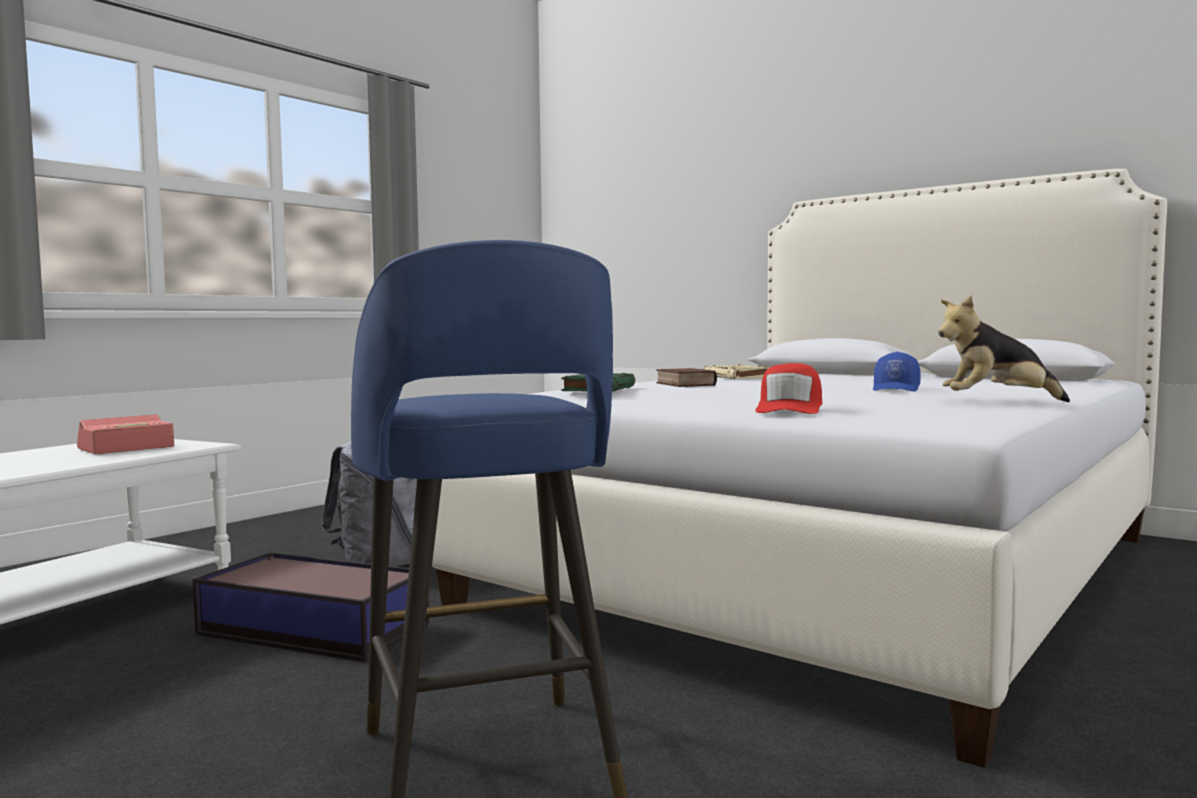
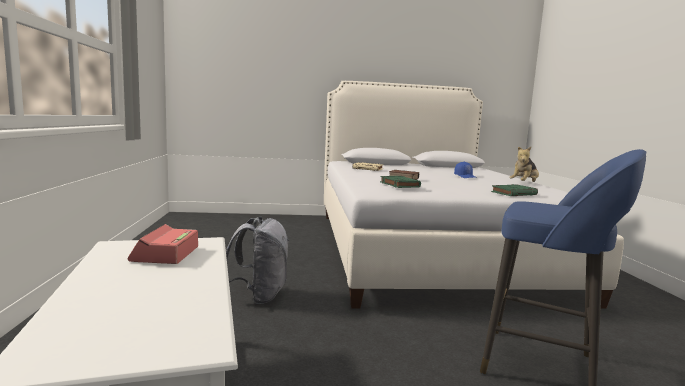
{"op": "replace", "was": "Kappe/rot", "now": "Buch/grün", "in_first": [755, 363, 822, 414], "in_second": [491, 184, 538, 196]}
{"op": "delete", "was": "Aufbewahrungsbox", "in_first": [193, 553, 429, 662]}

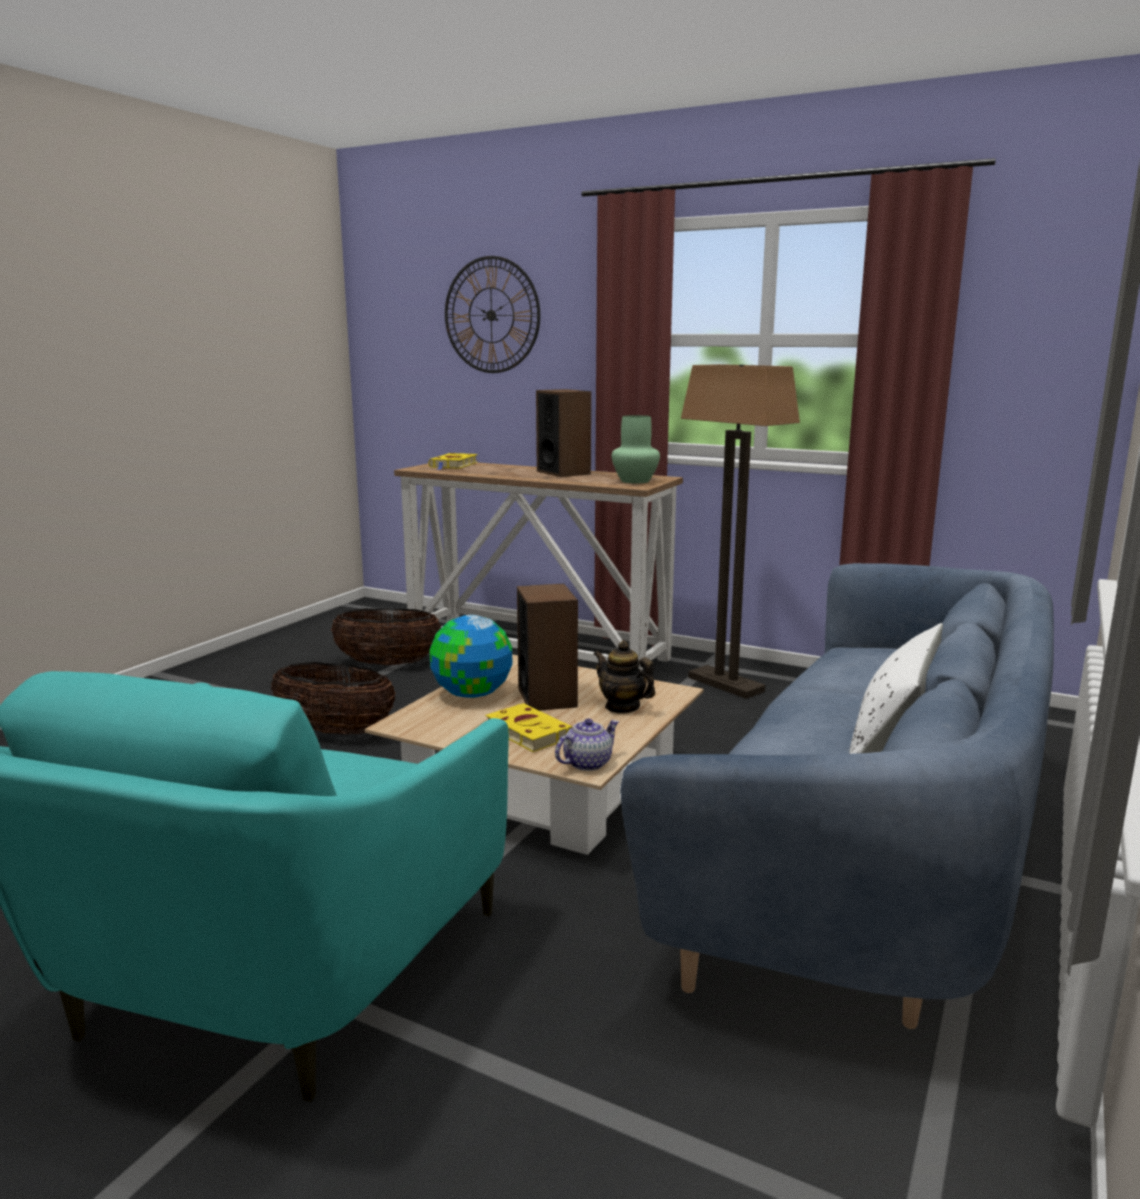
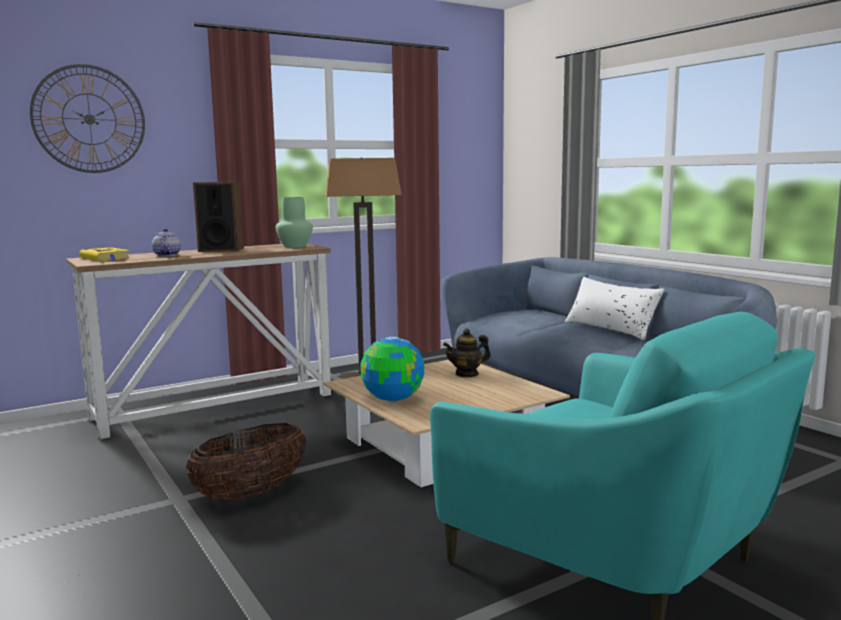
{"op": "delete", "was": "Lautsprecher", "in_first": [517, 584, 578, 711]}
{"op": "delete", "was": "Korb", "in_first": [331, 609, 441, 665]}
{"op": "delete", "was": "Buch/gelb", "in_first": [485, 703, 573, 752]}
{"op": "move", "was": "Teekanne", "in_first": [555, 718, 619, 771], "in_second": [152, 229, 181, 256]}

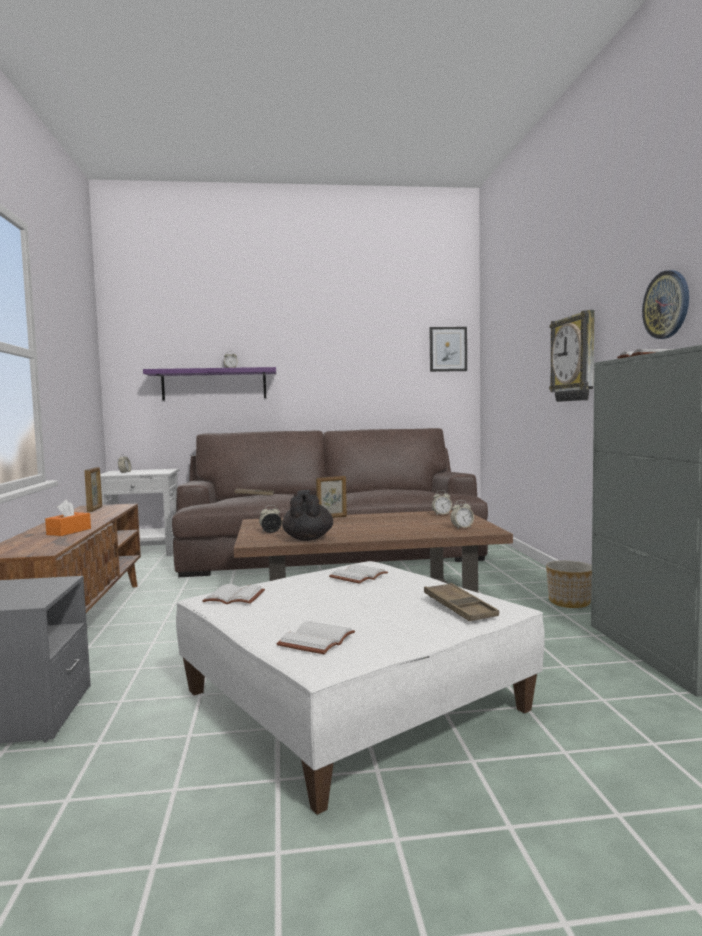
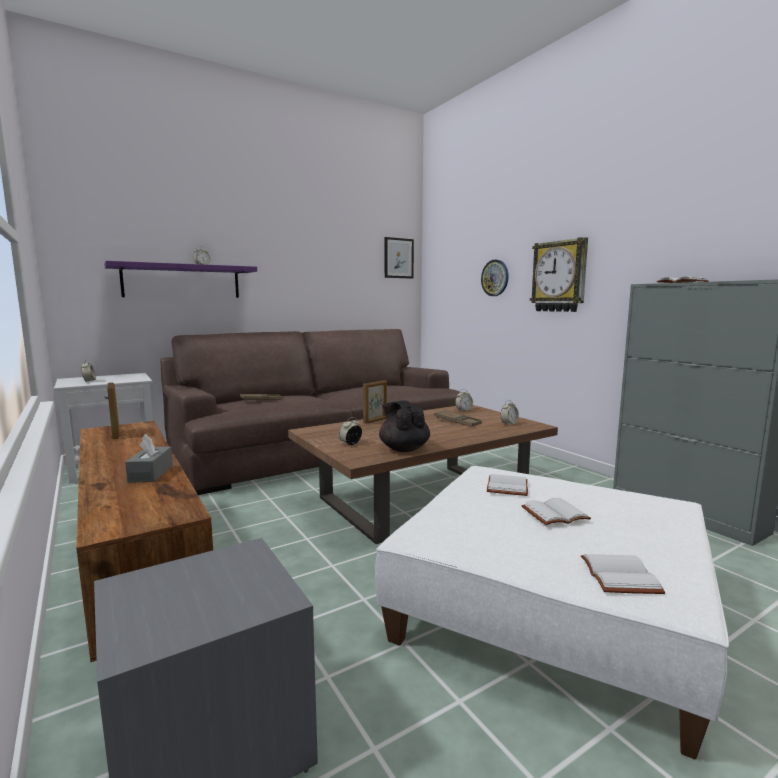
{"op": "move", "was": "Wanduhr", "in_first": [642, 270, 689, 339], "in_second": [481, 260, 509, 296]}
{"op": "recolor", "was": "Taschentuchbox/orange", "now": "Taschentuchbox/grau", "in_first": [45, 500, 91, 536], "in_second": [125, 434, 173, 483]}
{"op": "delete", "was": "Pflanzkübel", "in_first": [546, 561, 592, 608]}
{"op": "move", "was": "Tablett/braun", "in_first": [424, 583, 499, 622], "in_second": [434, 410, 482, 427]}
{"op": "move", "was": "Buch/weiß", "in_first": [202, 584, 265, 604], "in_second": [522, 498, 591, 525]}

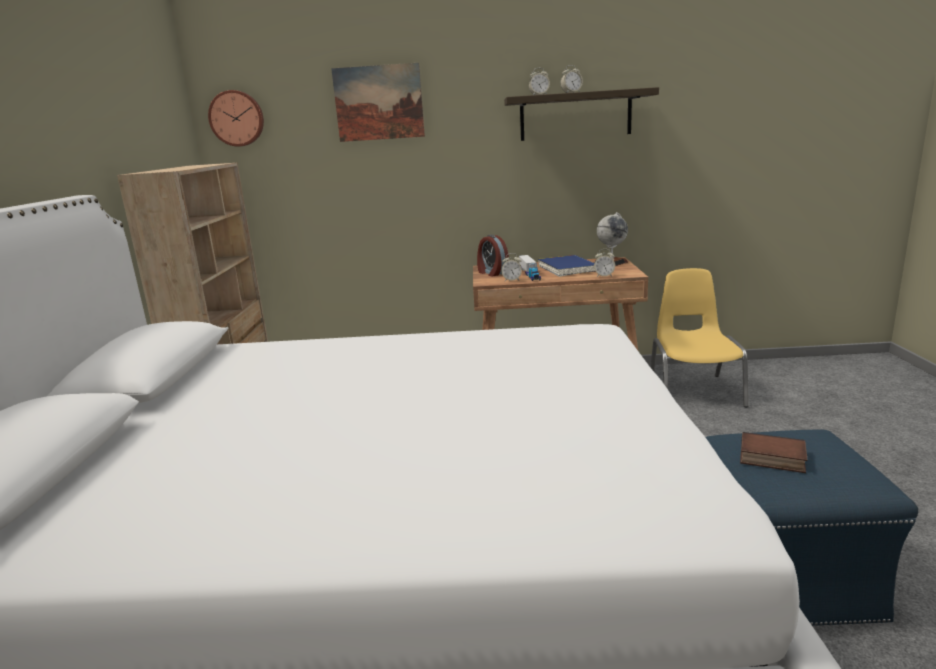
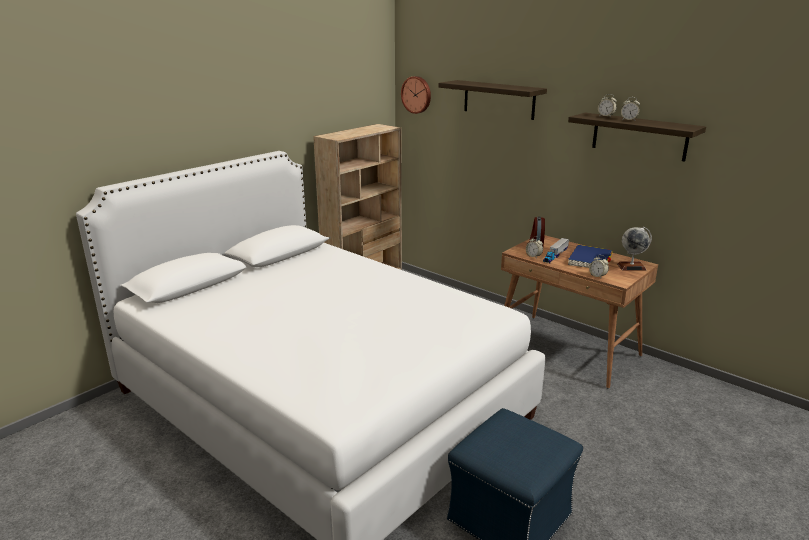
{"op": "replace", "was": "Bild", "now": "Wandregal", "in_first": [331, 63, 425, 142], "in_second": [439, 80, 547, 120]}
{"op": "delete", "was": "Stuhl/gelb", "in_first": [650, 268, 748, 407]}
{"op": "delete", "was": "Buch", "in_first": [740, 432, 808, 473]}

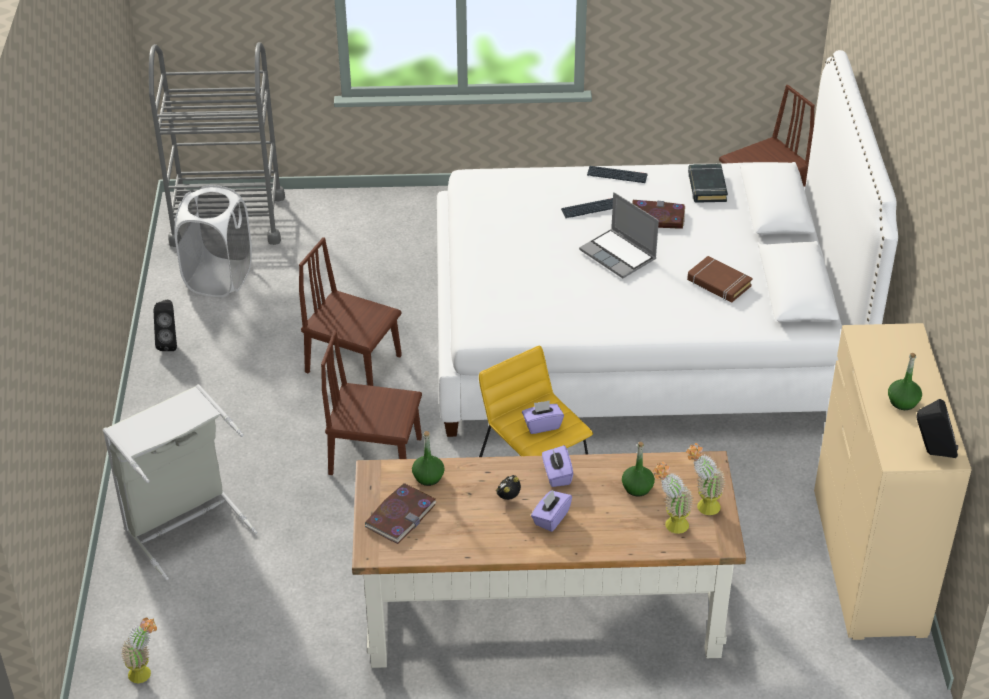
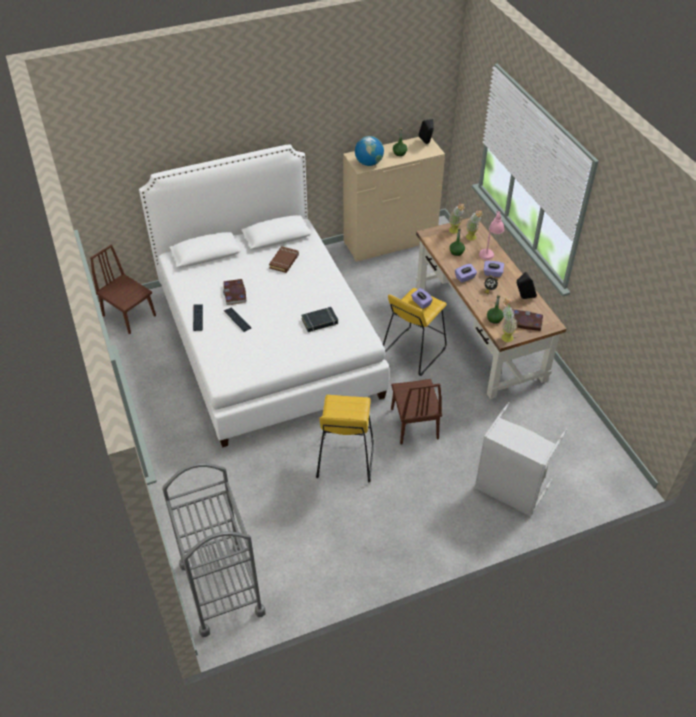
{"op": "move", "was": "Buch/schwarz", "in_first": [688, 164, 728, 203], "in_second": [301, 307, 338, 332]}
{"op": "delete", "was": "Wäschekorb/weiß", "in_first": [174, 185, 252, 297]}
{"op": "delete", "was": "Laptop", "in_first": [579, 192, 659, 278]}
{"op": "replace", "was": "Stuhl/braun", "now": "Hocker/gelb", "in_first": [299, 237, 402, 386], "in_second": [316, 395, 374, 482]}
{"op": "move", "was": "Lautsprecher/schwarz", "in_first": [154, 300, 177, 351], "in_second": [517, 272, 537, 299]}
{"op": "move", "was": "Topfpflanze", "in_first": [121, 618, 157, 683], "in_second": [501, 298, 517, 342]}
{"op": "insert", "now": "Globus", "in_second": [355, 136, 384, 166]}
{"op": "insert", "now": "Tischlampe/rosa", "in_second": [479, 211, 504, 260]}

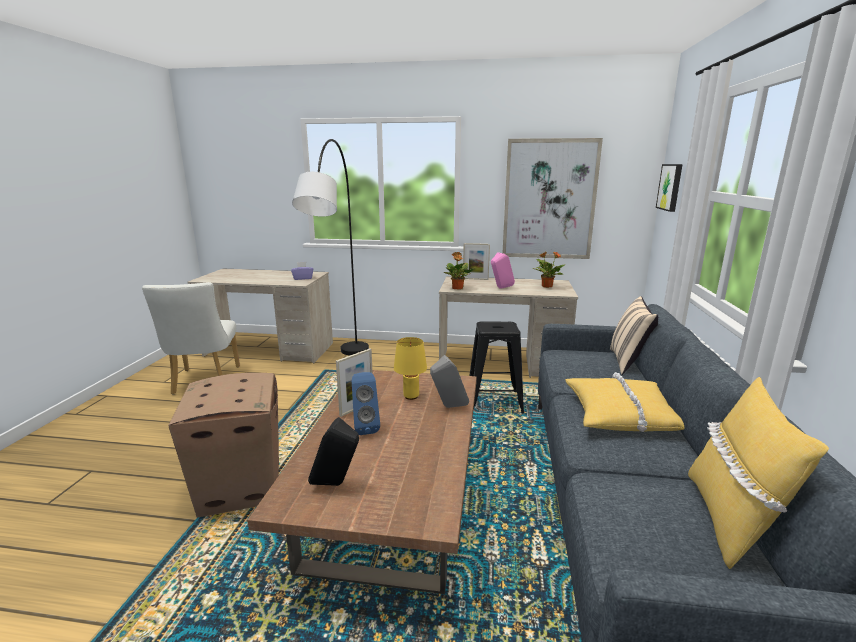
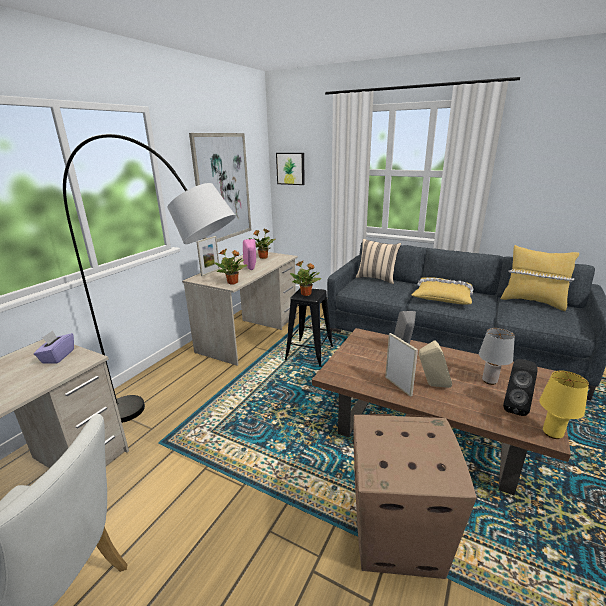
{"op": "move", "was": "Tischlampe/gelb", "in_first": [394, 337, 427, 400], "in_second": [539, 371, 589, 439]}
{"op": "recolor", "was": "Lautsprecher/blau", "now": "Lautsprecher/beige", "in_first": [352, 372, 380, 435], "in_second": [419, 340, 452, 388]}
{"op": "insert", "now": "Topfpflanze", "in_second": [290, 261, 321, 296]}
{"op": "insert", "now": "Tischlampe/grau", "in_second": [479, 328, 515, 385]}

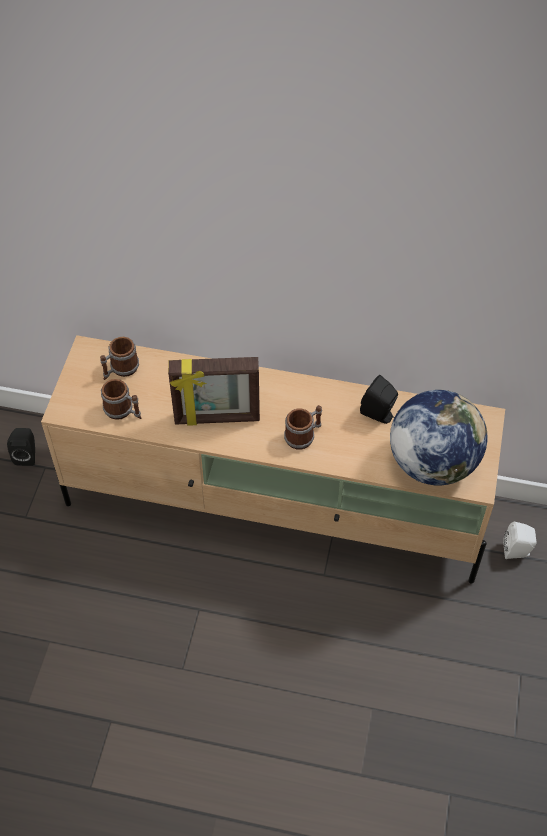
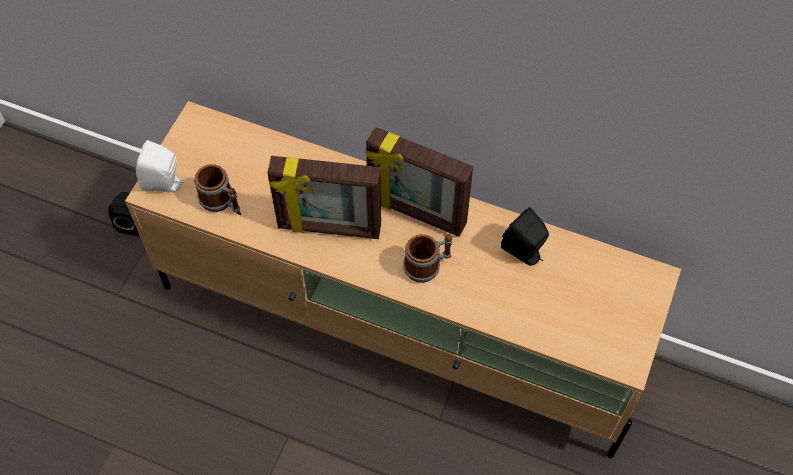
{"op": "delete", "was": "Henkelbecher", "in_first": [100, 337, 139, 380]}
{"op": "delete", "was": "Globus", "in_first": [390, 390, 487, 485]}
{"op": "move", "was": "Lautsprecher/weiß", "in_first": [503, 522, 537, 559], "in_second": [136, 140, 184, 192]}
{"op": "insert", "now": "Bilderrahmen", "in_second": [365, 127, 473, 237]}

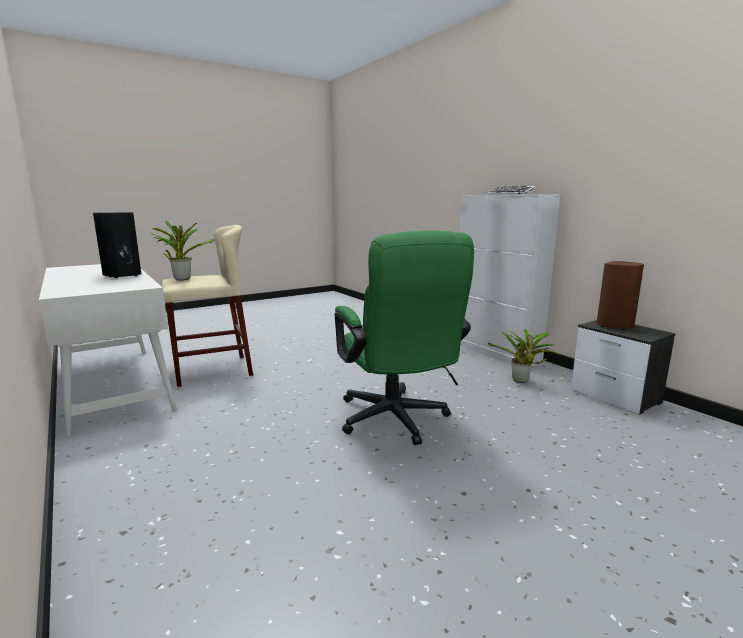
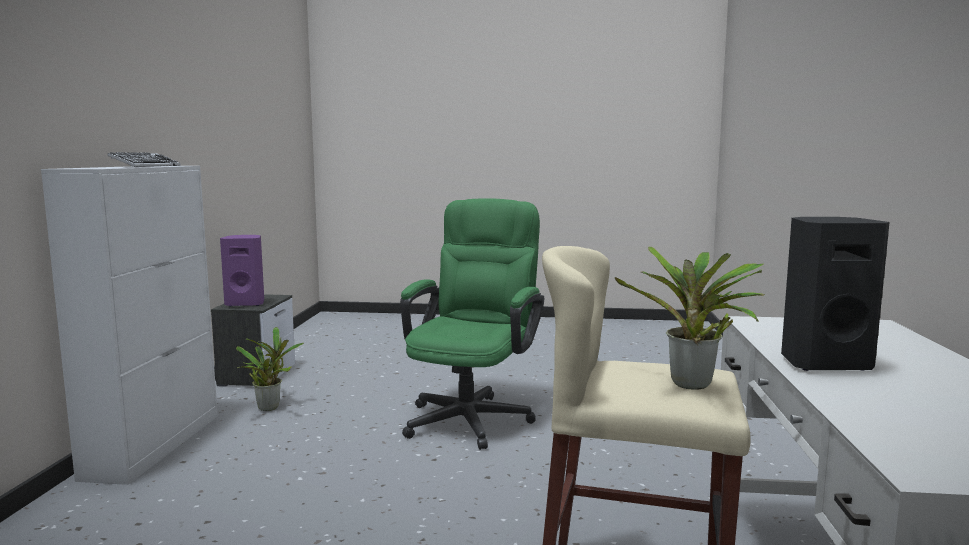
{"op": "recolor", "was": "Lautsprecher/braun", "now": "Lautsprecher/lila", "in_first": [597, 261, 644, 330], "in_second": [220, 235, 264, 307]}

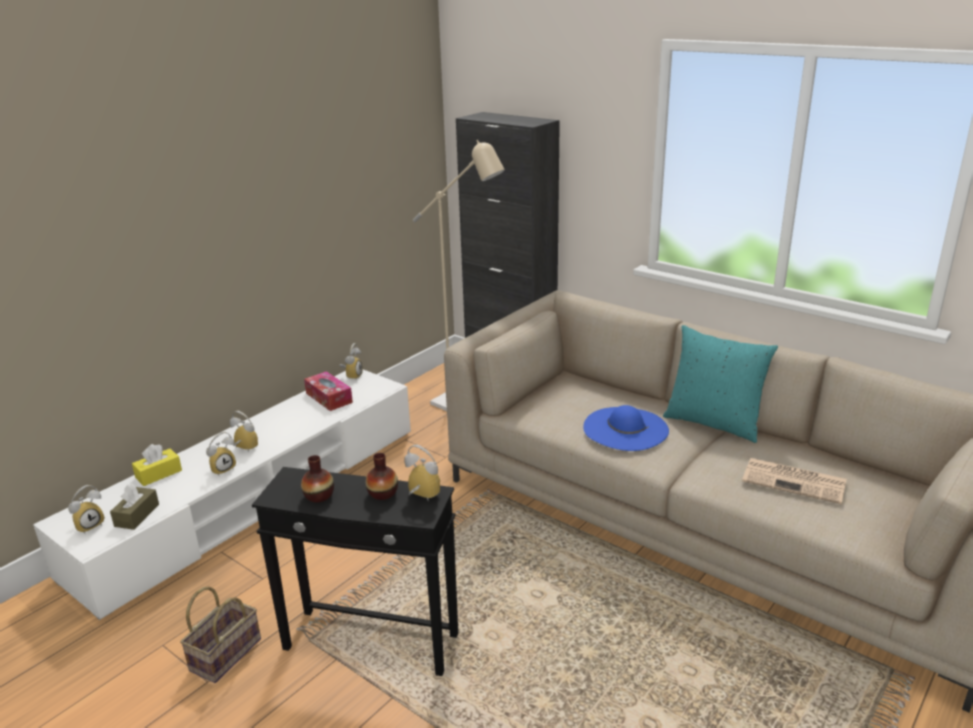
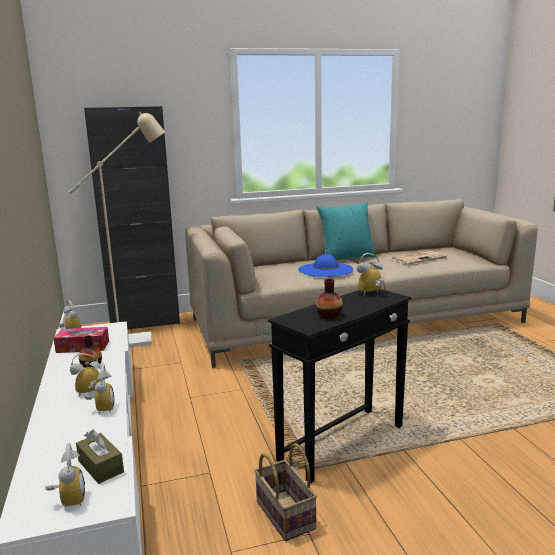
{"op": "delete", "was": "Taschentuchbox/gelb", "in_first": [132, 444, 182, 486]}
{"op": "move", "was": "Vase", "in_first": [366, 453, 398, 500], "in_second": [79, 335, 102, 368]}

